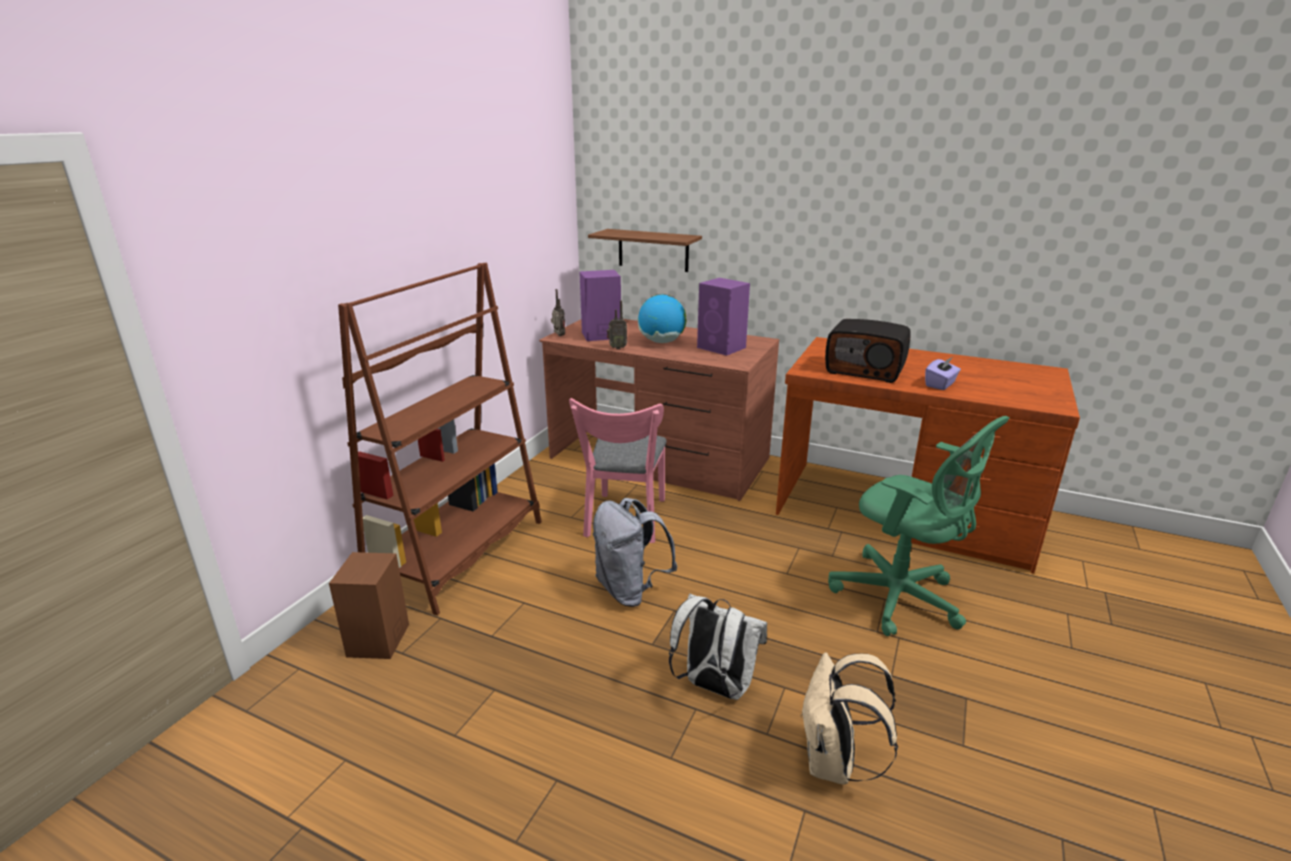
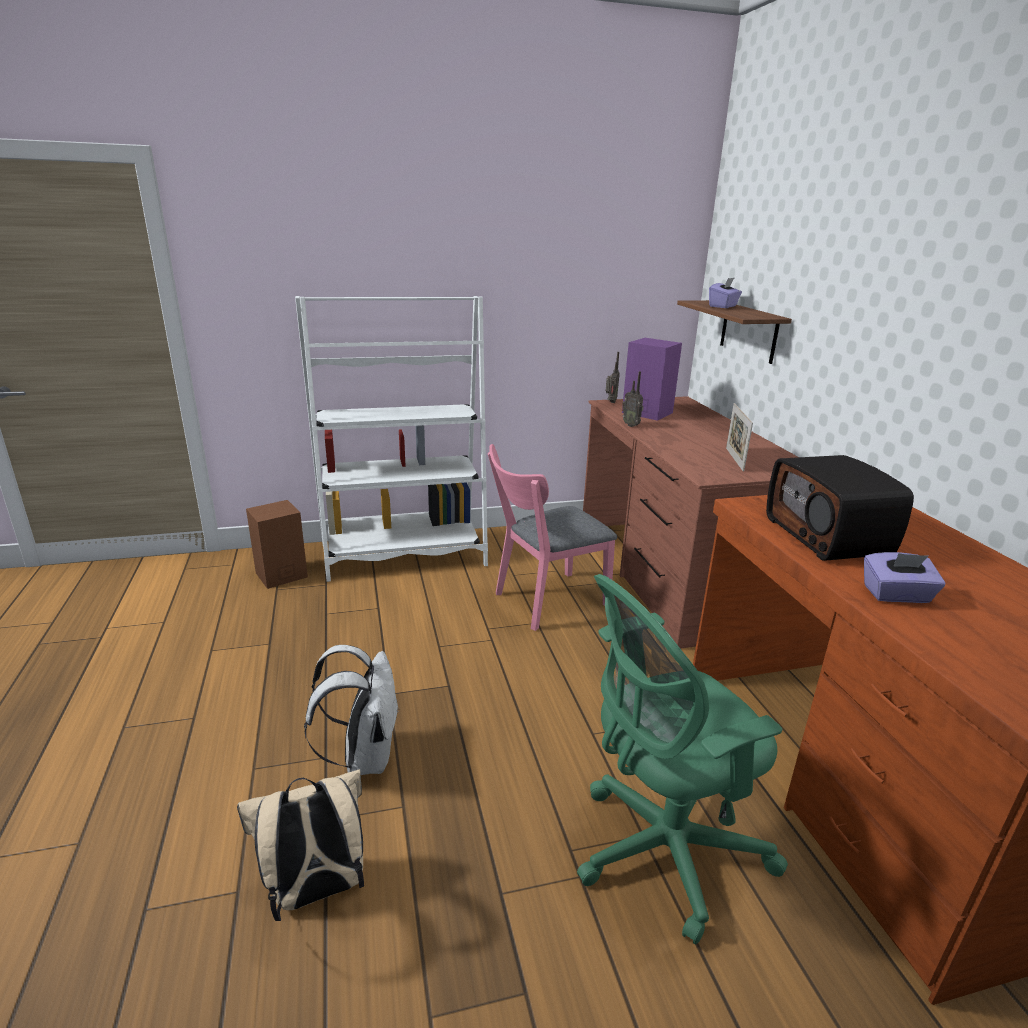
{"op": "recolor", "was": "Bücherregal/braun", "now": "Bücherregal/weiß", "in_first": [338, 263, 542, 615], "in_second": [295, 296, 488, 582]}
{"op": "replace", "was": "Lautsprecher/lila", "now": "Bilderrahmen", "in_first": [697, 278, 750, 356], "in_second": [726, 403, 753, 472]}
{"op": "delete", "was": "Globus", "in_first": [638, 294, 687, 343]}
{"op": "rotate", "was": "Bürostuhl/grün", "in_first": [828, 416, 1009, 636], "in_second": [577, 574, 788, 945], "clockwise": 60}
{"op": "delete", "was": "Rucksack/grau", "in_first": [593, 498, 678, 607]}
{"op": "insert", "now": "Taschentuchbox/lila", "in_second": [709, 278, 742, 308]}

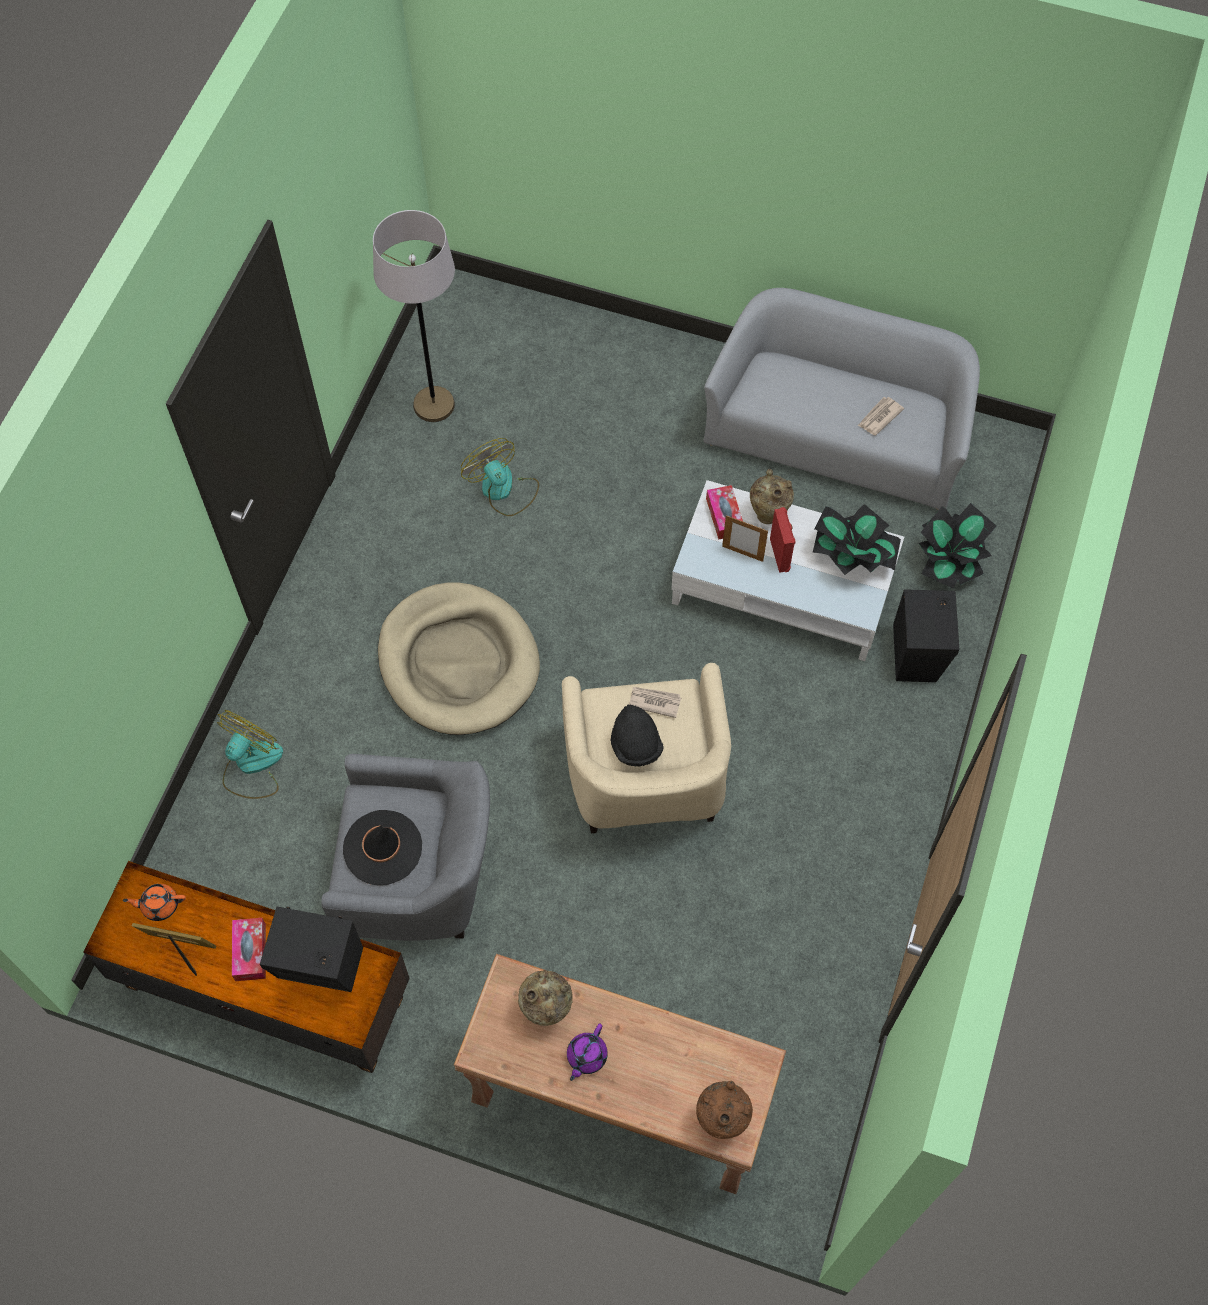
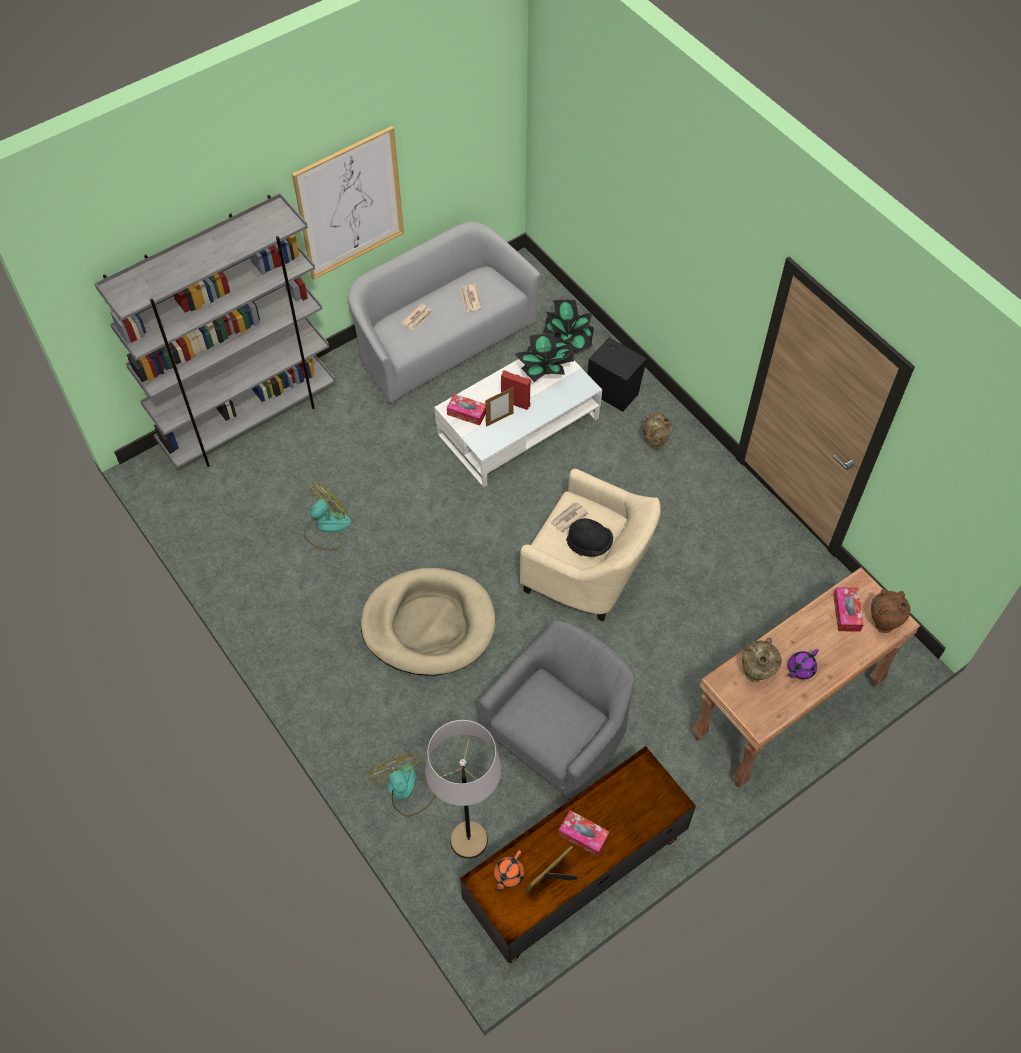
{"op": "move", "was": "Stehlampe/grau", "in_first": [373, 210, 455, 422], "in_second": [425, 720, 501, 859]}
{"op": "rotate", "was": "Ventilator", "in_first": [461, 438, 539, 516], "in_second": [304, 481, 351, 550], "clockwise": 135}
{"op": "move", "was": "Vase/beige", "in_first": [750, 469, 794, 524], "in_second": [642, 411, 673, 449]}
{"op": "delete", "was": "Hut/schwarz", "in_first": [343, 810, 422, 886]}
{"op": "delete", "was": "Lautsprecher/schwarz", "in_first": [260, 907, 363, 992]}
{"op": "rotate", "was": "Teekanne/lila", "in_first": [567, 1024, 608, 1081], "in_second": [788, 649, 819, 679], "clockwise": 75}
{"op": "insert", "now": "Bild", "in_second": [292, 126, 404, 280]}
{"op": "insert", "now": "Bücherregal/grau", "in_second": [94, 193, 336, 469]}
{"op": "insert", "now": "Zeitung", "in_second": [400, 303, 433, 330]}
{"op": "insert", "now": "Taschentuchbox", "in_second": [833, 587, 864, 632]}

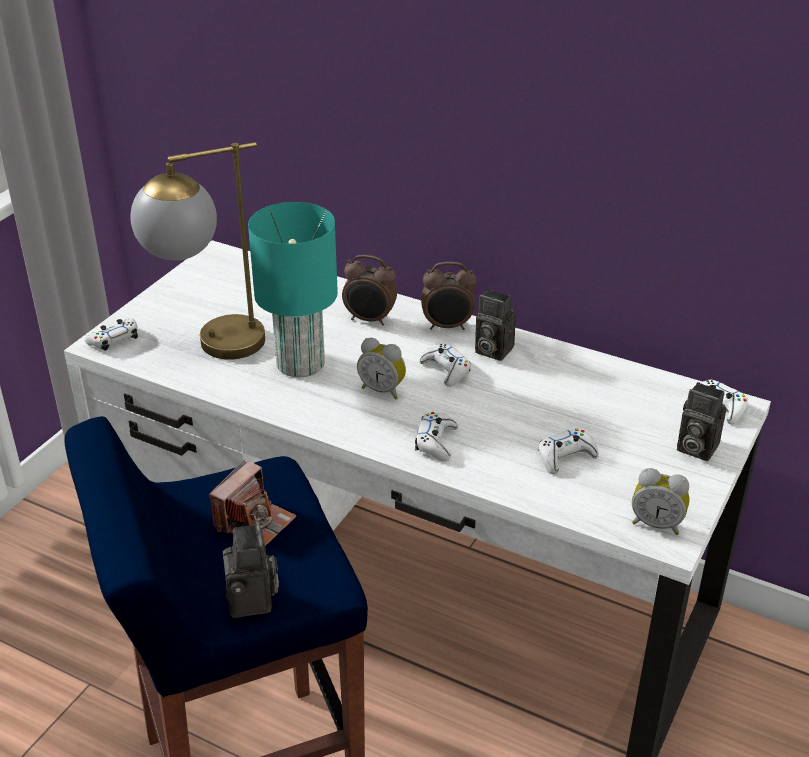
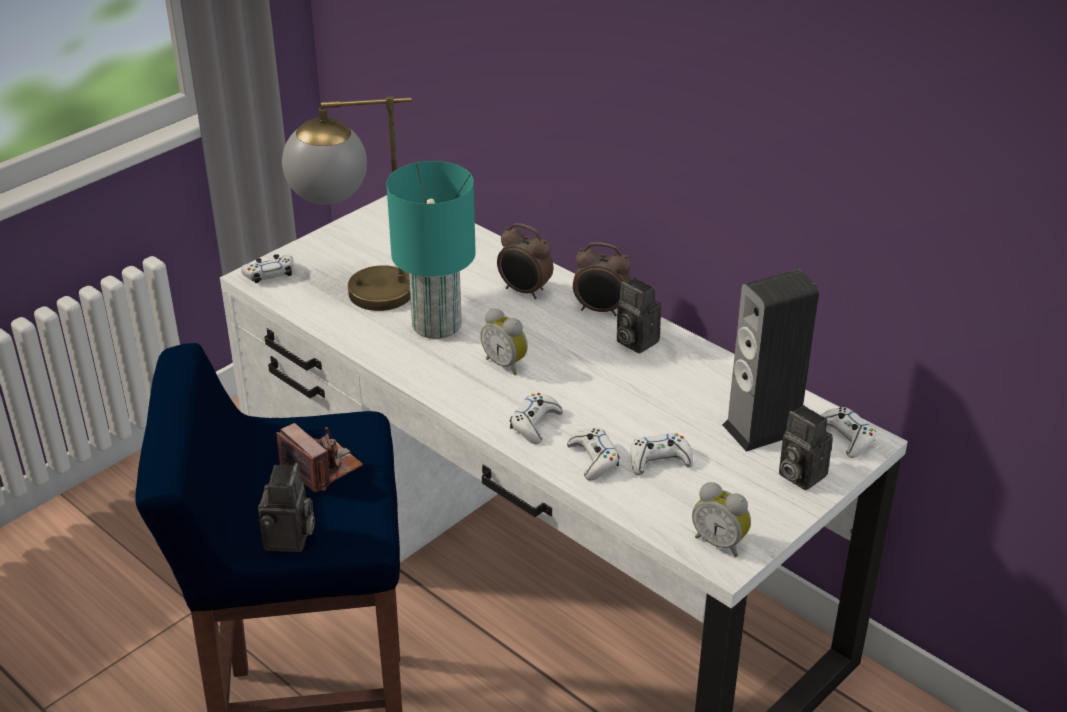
{"op": "move", "was": "Gamepad/weiß", "in_first": [419, 344, 471, 387], "in_second": [567, 428, 619, 481]}
{"op": "rotate", "was": "Kamera", "in_first": [209, 460, 297, 546], "in_second": [277, 423, 363, 492], "clockwise": -90}
{"op": "insert", "now": "Lautsprecher", "in_second": [722, 269, 819, 452]}

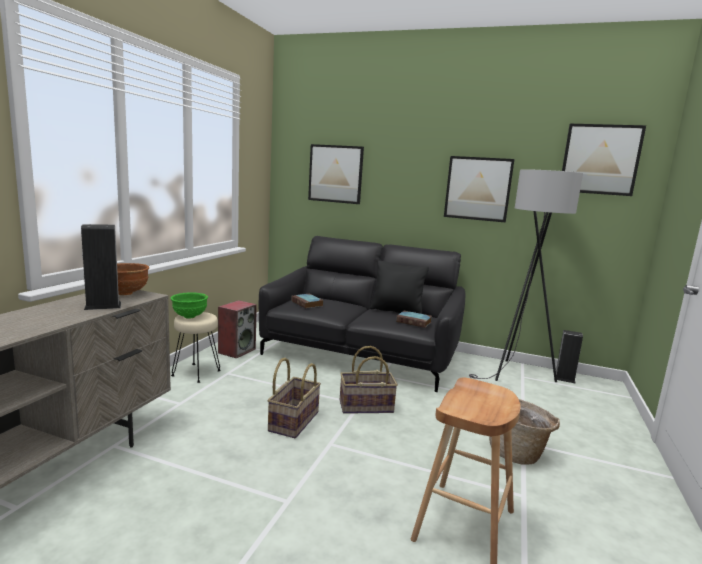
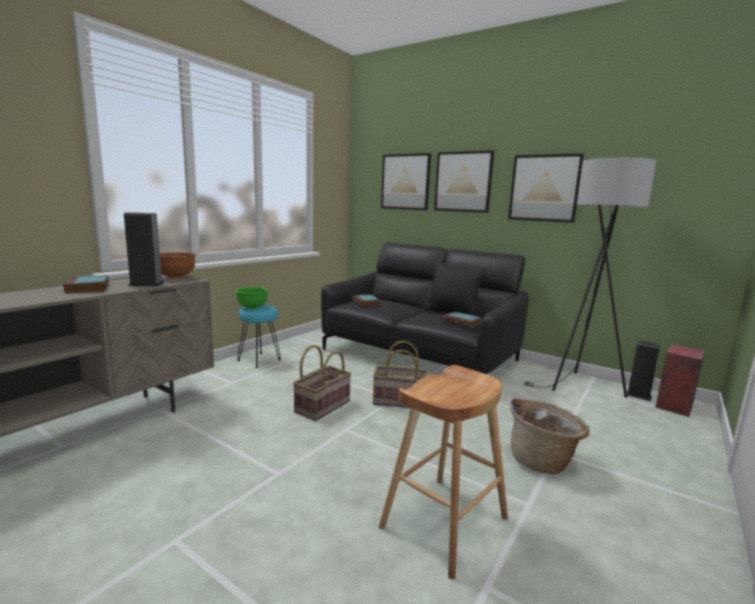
{"op": "move", "was": "Bild", "in_first": [562, 124, 646, 196], "in_second": [434, 150, 494, 213]}
{"op": "move", "was": "Lautsprecher", "in_first": [218, 300, 257, 359], "in_second": [655, 344, 705, 417]}
{"op": "recolor", "was": "Hocker/beige", "now": "Hocker/türkis", "in_first": [171, 312, 221, 383], "in_second": [237, 305, 281, 368]}
{"op": "insert", "now": "Buch", "in_second": [63, 275, 109, 294]}

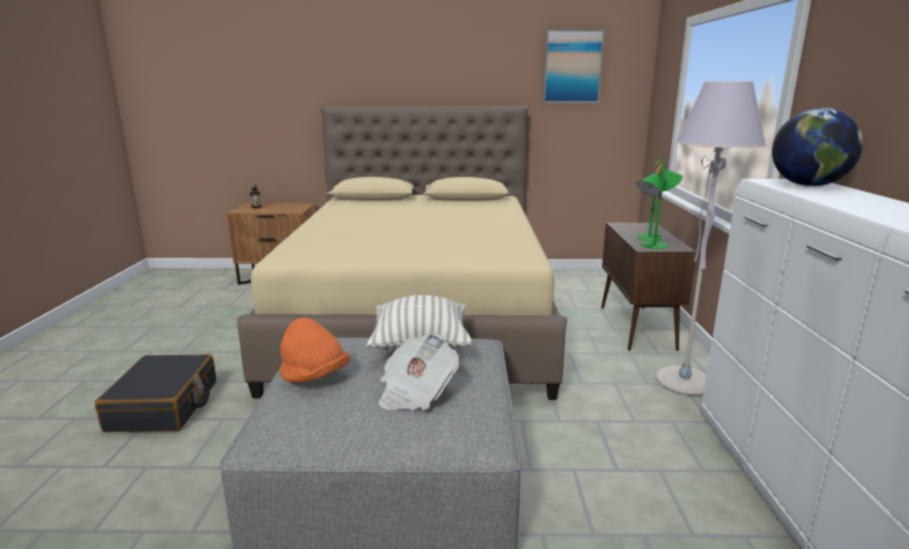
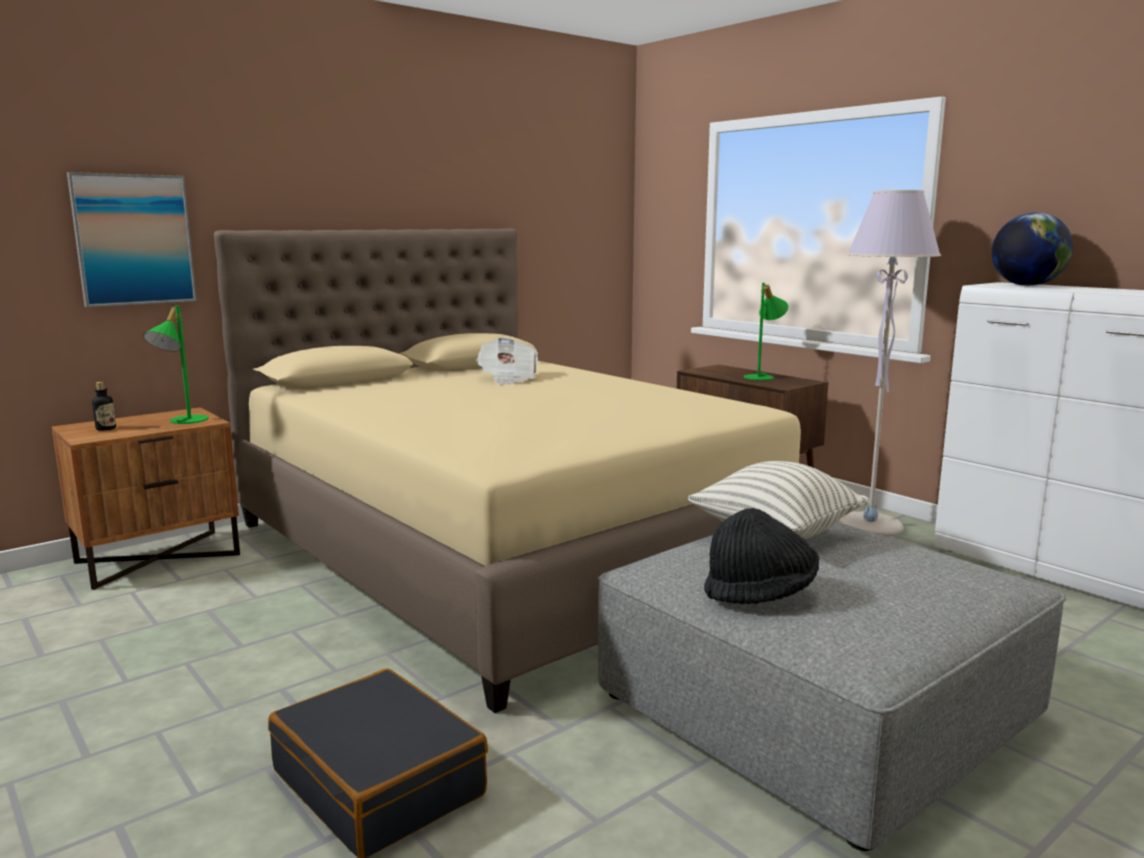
{"op": "move", "was": "Bild", "in_first": [543, 29, 605, 103], "in_second": [67, 172, 197, 307]}
{"op": "move", "was": "Tischlampe/grün", "in_first": [636, 163, 668, 249], "in_second": [143, 306, 209, 424]}
{"op": "recolor", "was": "Hut/orange", "now": "Hut/schwarz", "in_first": [279, 318, 350, 383], "in_second": [704, 508, 819, 604]}
{"op": "move", "was": "Zeitung", "in_first": [379, 333, 459, 410], "in_second": [476, 337, 538, 385]}

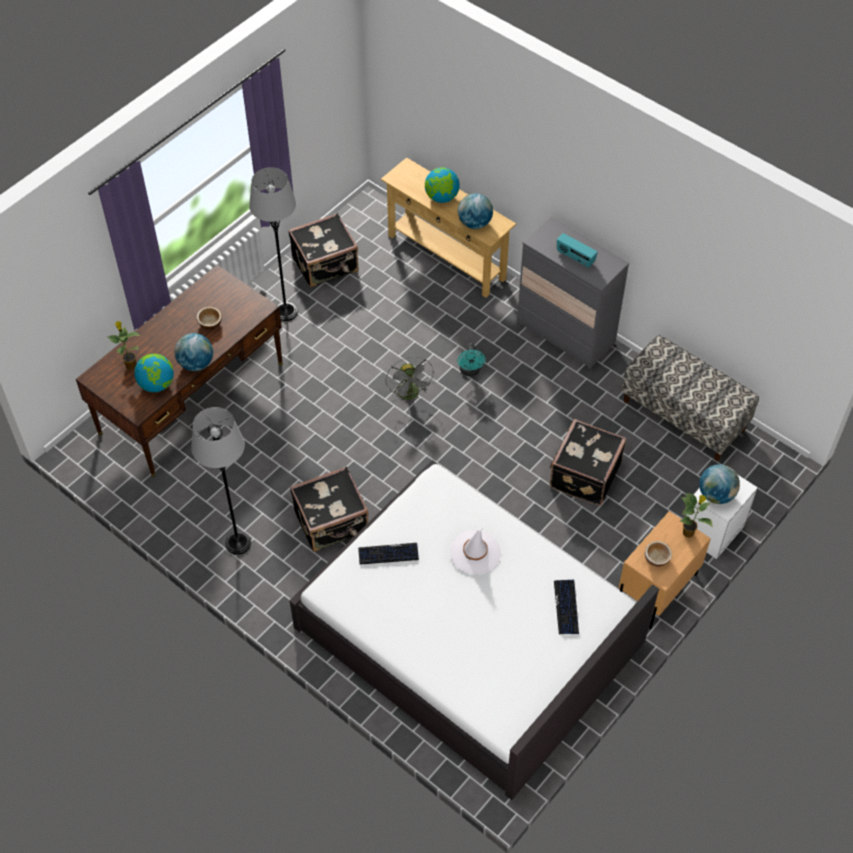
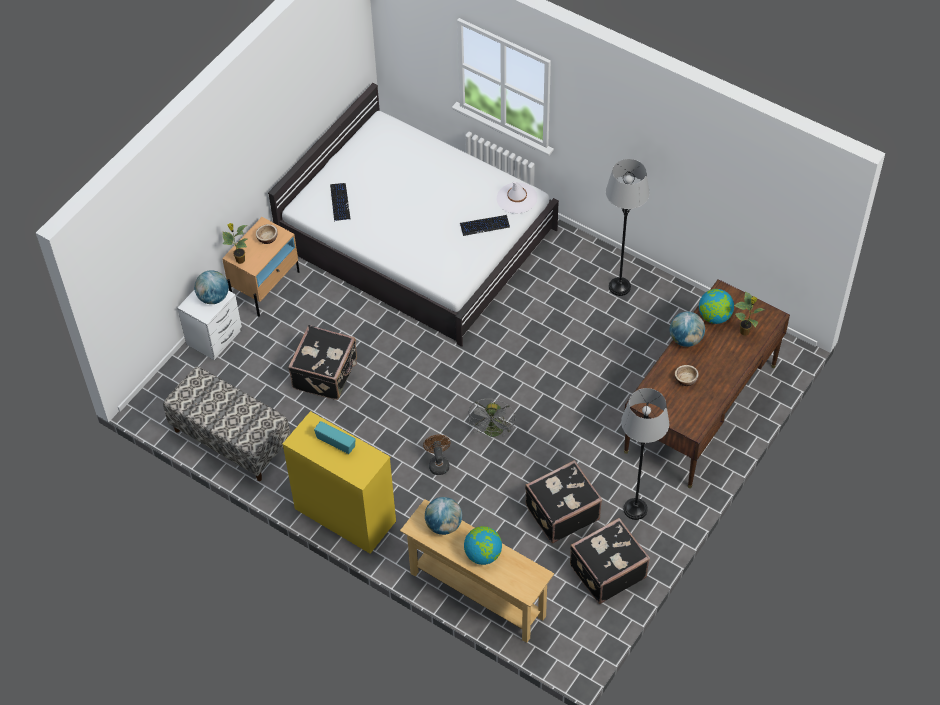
{"op": "recolor", "was": "Kommode/grau", "now": "Kommode/gelb", "in_first": [517, 217, 629, 369], "in_second": [282, 411, 396, 554]}
{"op": "recolor", "was": "Ventilator/türkis", "now": "Ventilator/braun", "in_first": [457, 343, 486, 376], "in_second": [423, 435, 451, 475]}
{"op": "rotate", "was": "Ventilator/grau", "in_first": [385, 357, 434, 403], "in_second": [468, 399, 516, 437], "clockwise": -150}
{"op": "move", "was": "Koffer/schwarz", "in_first": [290, 466, 369, 552], "in_second": [525, 460, 602, 543]}
{"op": "move", "was": "Hut/weiß", "in_first": [450, 528, 501, 575], "in_second": [497, 181, 538, 213]}

